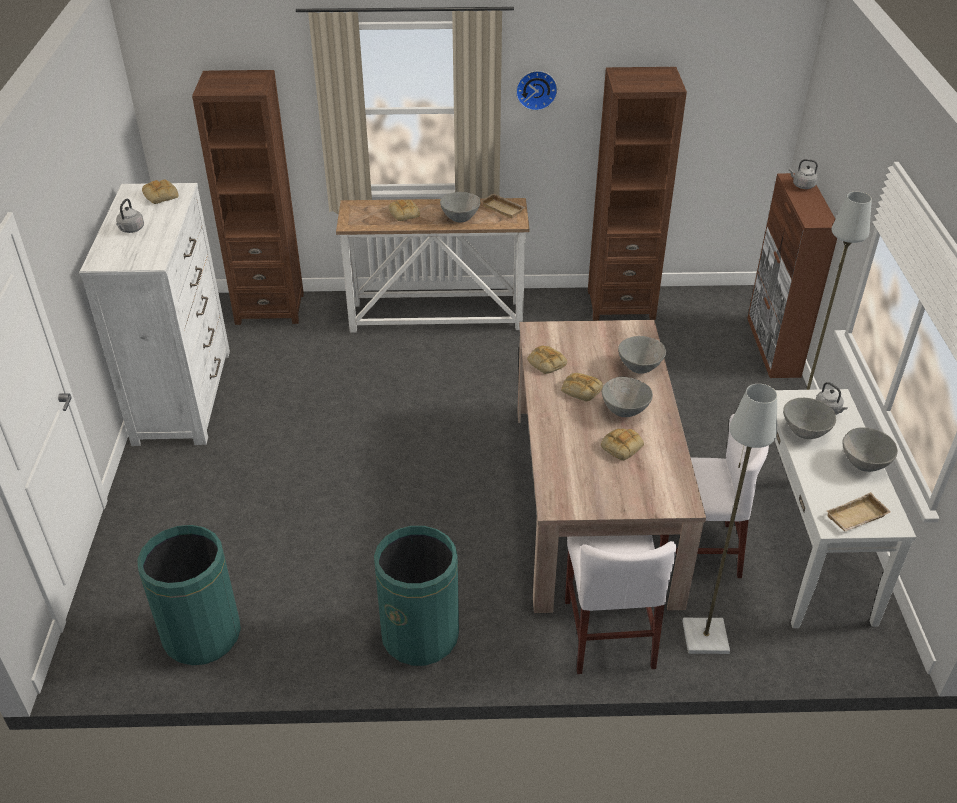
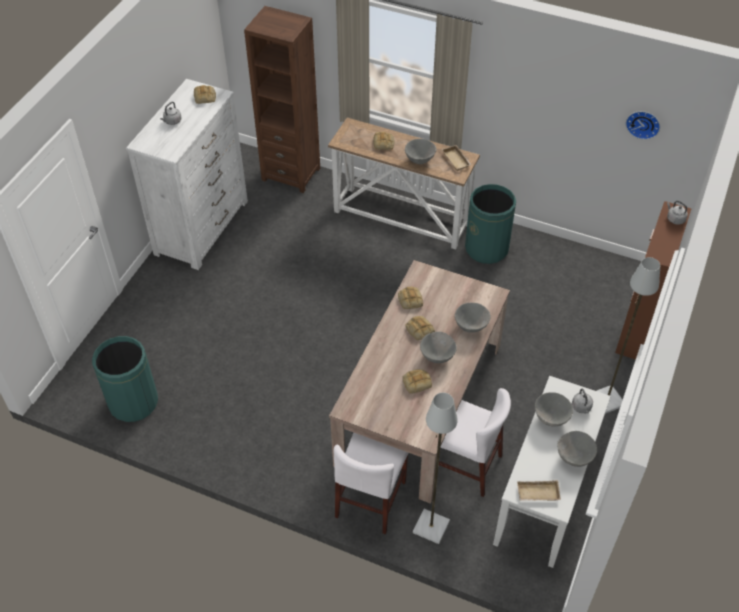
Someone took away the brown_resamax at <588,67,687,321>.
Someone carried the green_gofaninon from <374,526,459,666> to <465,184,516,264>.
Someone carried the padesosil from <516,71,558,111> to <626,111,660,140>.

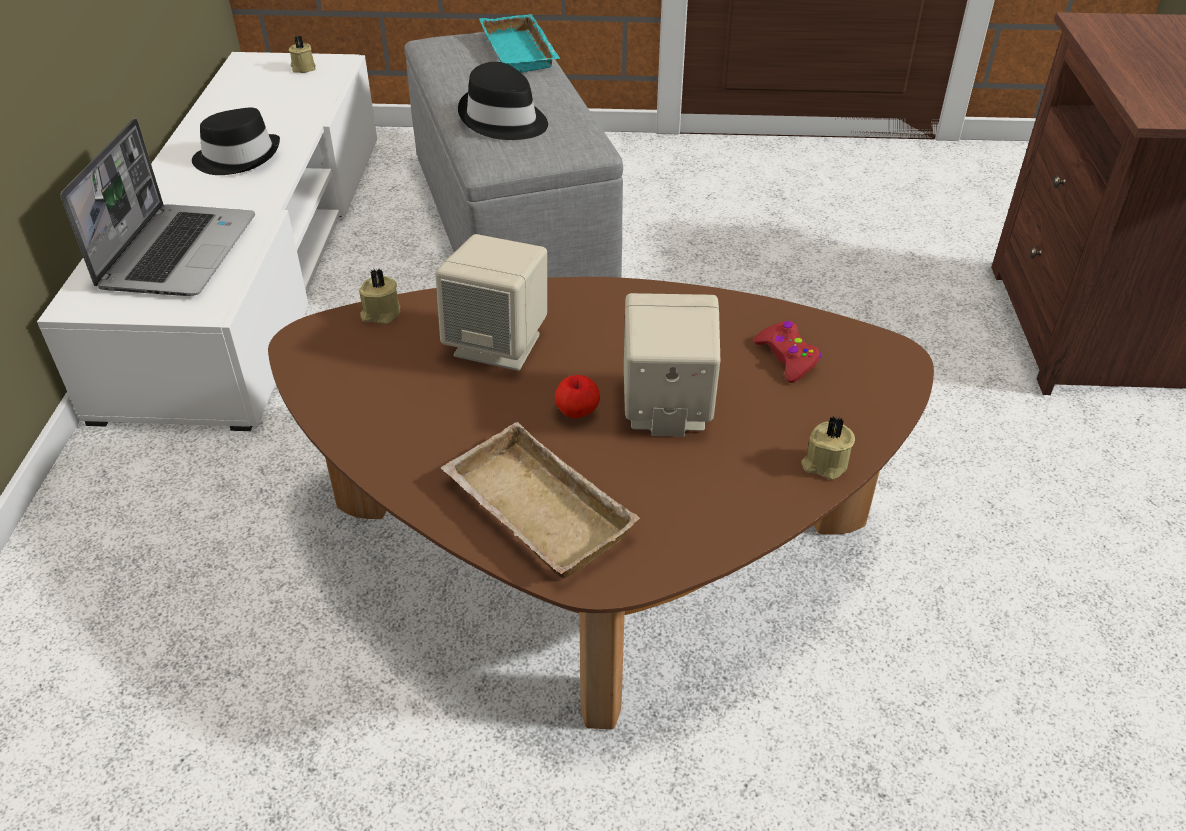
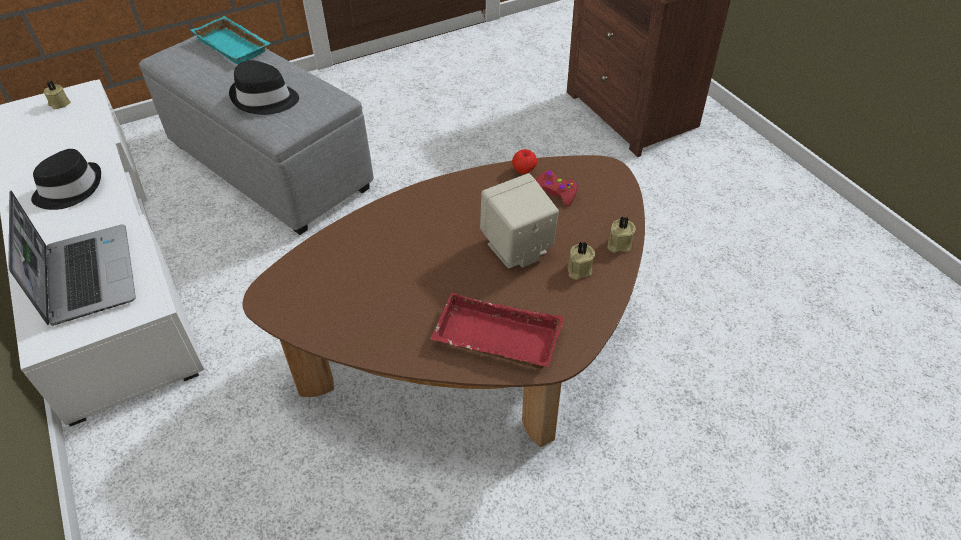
Someone took away the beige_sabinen at <435,234,547,371>.
Someone carried the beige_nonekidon from <359,268,400,324> to <568,242,595,280>.
Someone carried the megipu from <555,375,600,418> to <512,149,537,174>.
Someone repainted the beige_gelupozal at <441,422,640,578>, which became the red_gelupozal at <430,293,563,369>.

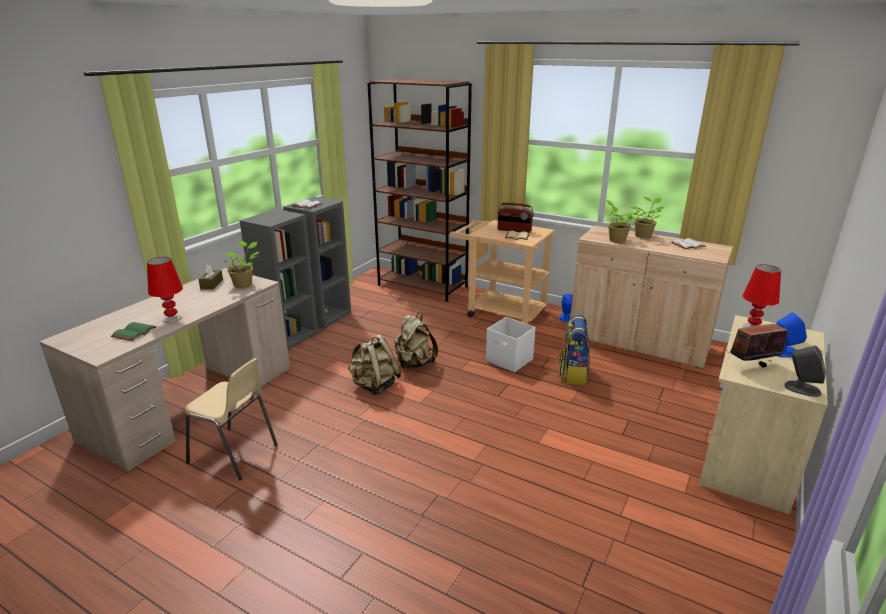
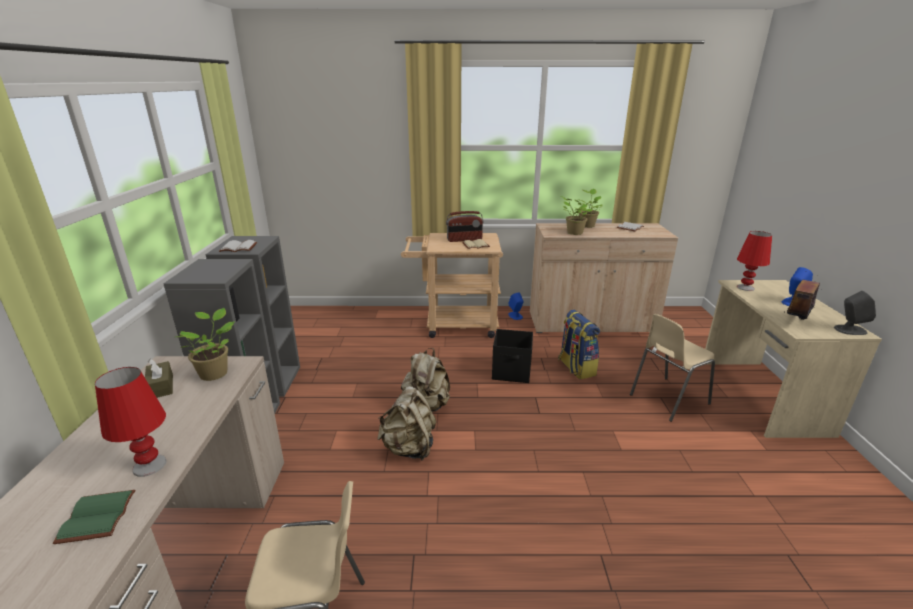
Someone took away the brown_resamax at <367,79,472,302>.
Someone put down the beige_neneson at <630,314,715,422>.
Someone repainted the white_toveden at <486,317,536,372>, which became the black_toveden at <492,329,533,383>.

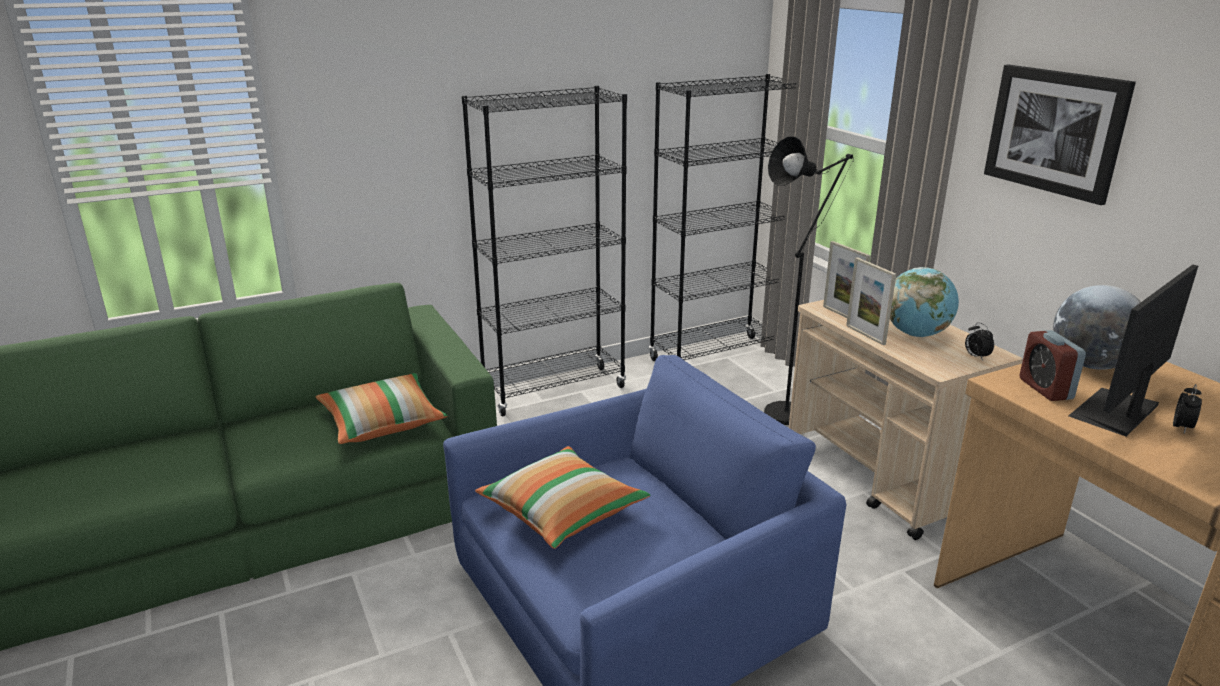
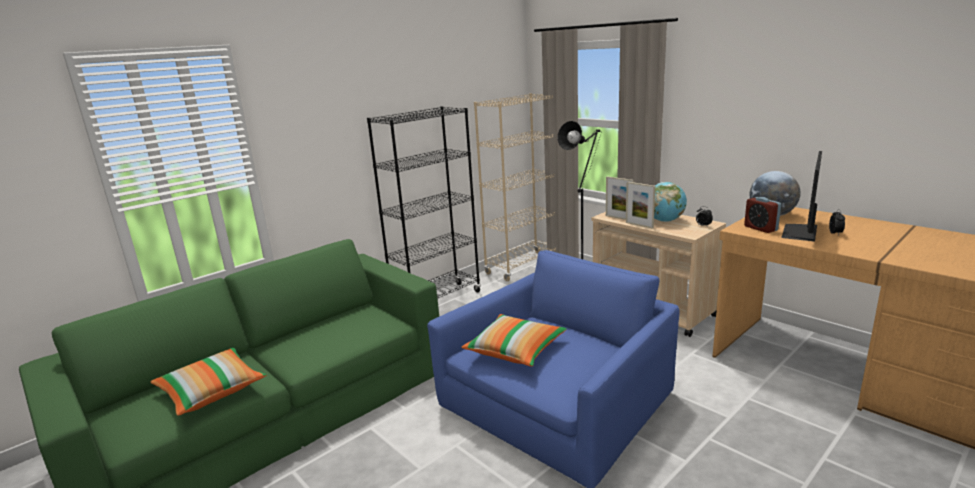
Someone took away the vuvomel at <984,64,1136,205>.
Someone carried the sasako from <316,373,448,444> to <150,348,266,416>.
Someone repainted the black_resamax at <649,74,796,361>, which became the beige_resamax at <474,93,556,281>.

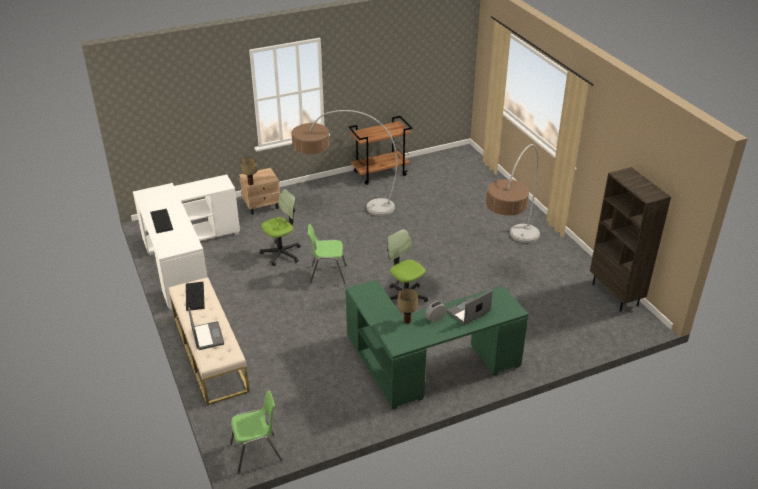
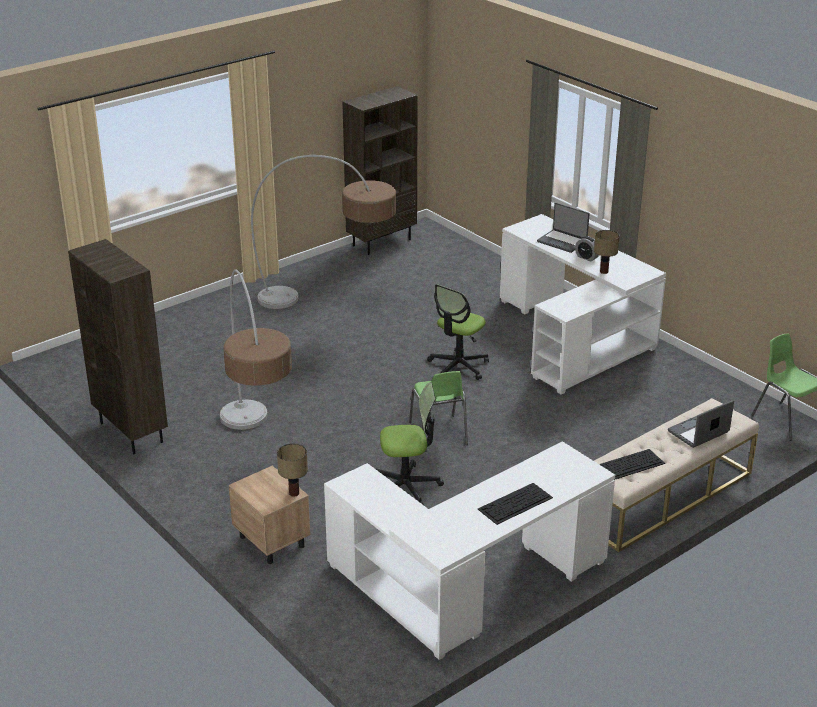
Someone swapped the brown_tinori at <348,116,412,185> for the brown_resamax at <68,239,168,454>.
Someone repainted the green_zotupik at <346,280,528,410>, which became the white_zotupik at <500,214,666,395>.
Someone rotated the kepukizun at <260,189,301,266> by 135 degrees clockwise.

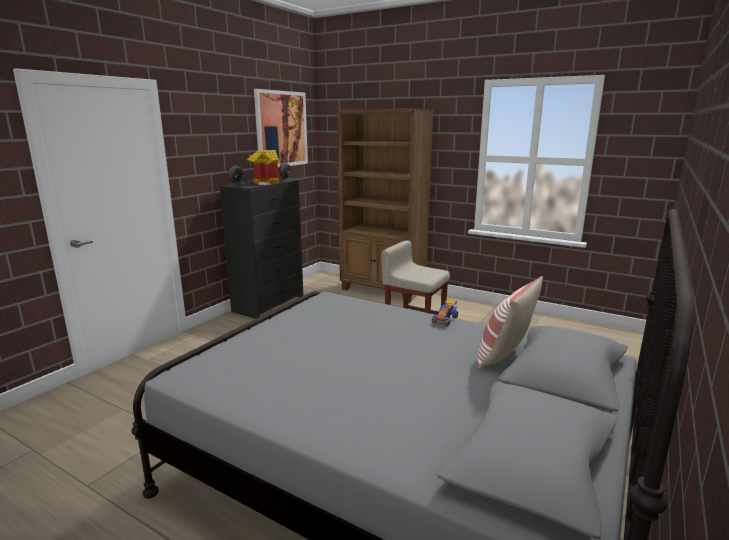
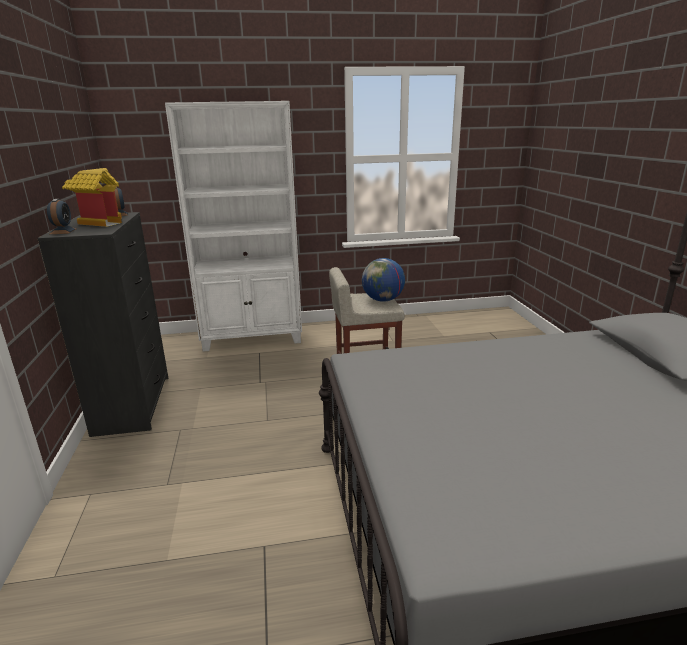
Someone took away the vuvomel at <254,89,308,167>.
Someone took away the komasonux at <432,299,458,326>.
Someone took away the sasako at <477,276,543,369>.
Someone put down the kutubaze at <362,258,405,302>.
Someone repainted the brown_resamax at <337,109,434,304>, which became the white_resamax at <165,101,302,352>.

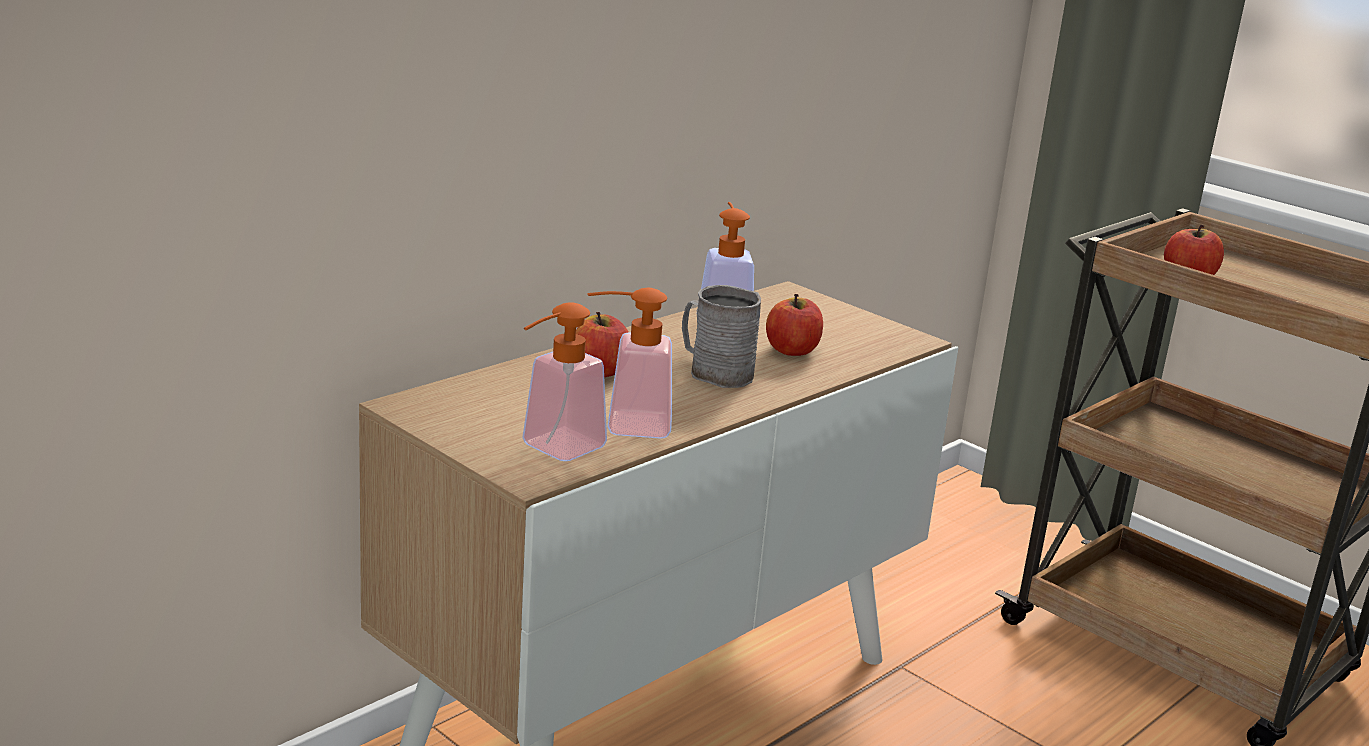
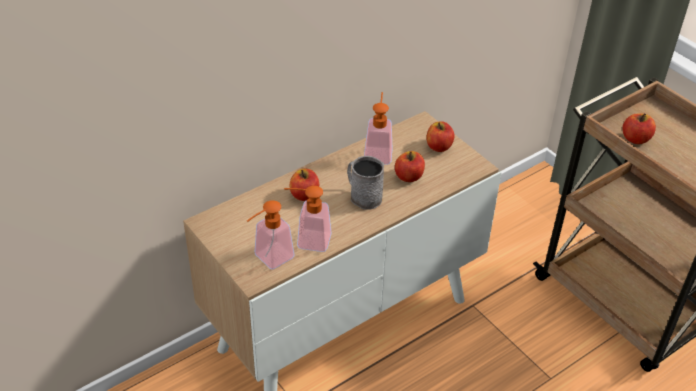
Someone put down the megipu at <426,121,455,152>.

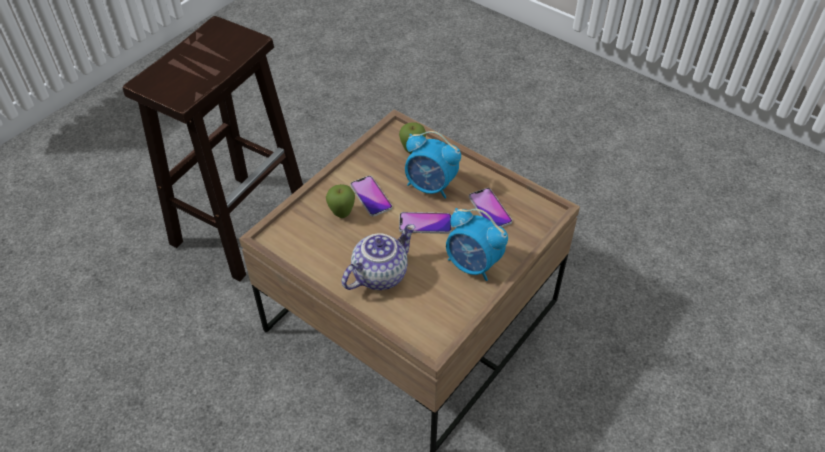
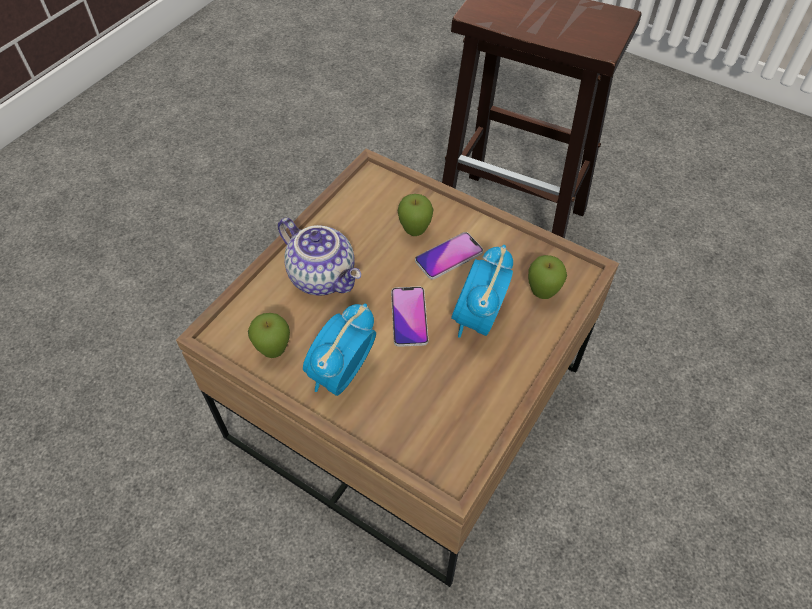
Someone took away the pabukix at <469,188,512,227>.
Someone put down the megipu at <248,313,290,358>.

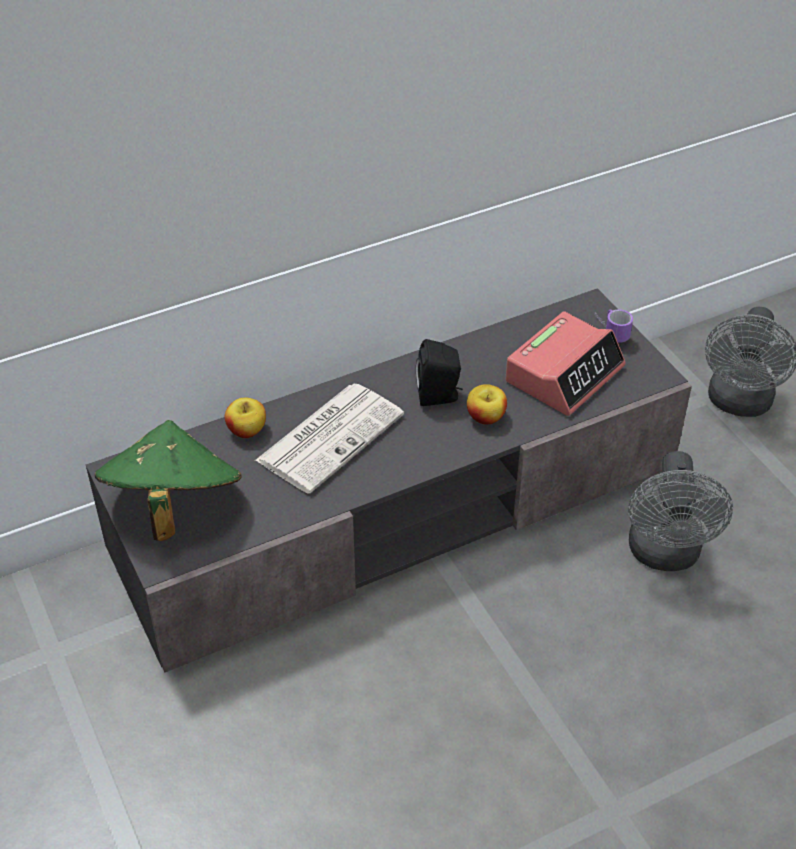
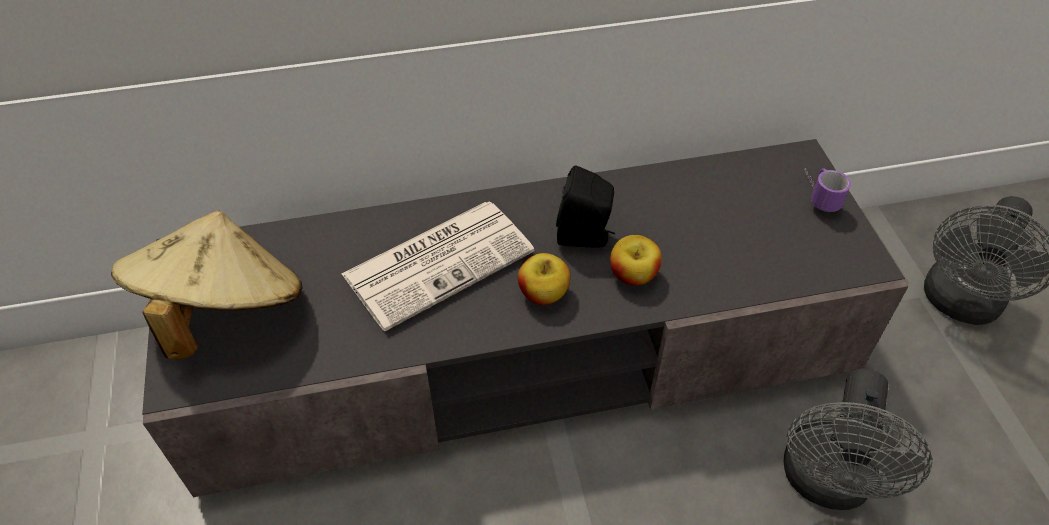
Someone took away the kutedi at <505,311,626,416>.
Someone carried the megipu from <225,398,266,438> to <518,253,570,305>.
Someone repainted the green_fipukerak at <95,420,242,541>, which became the beige_fipukerak at <111,210,302,360>.

